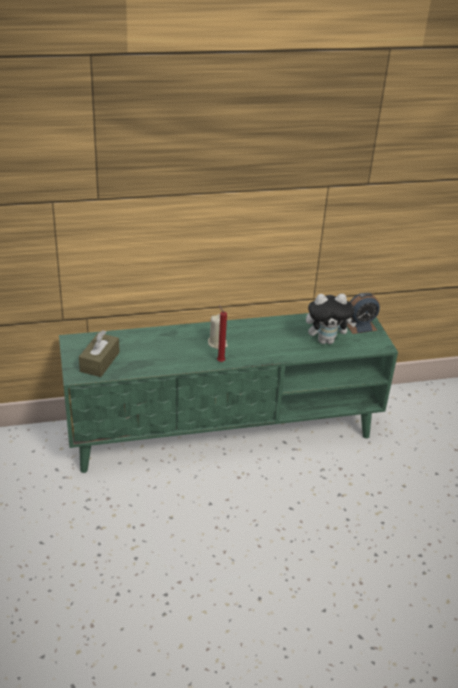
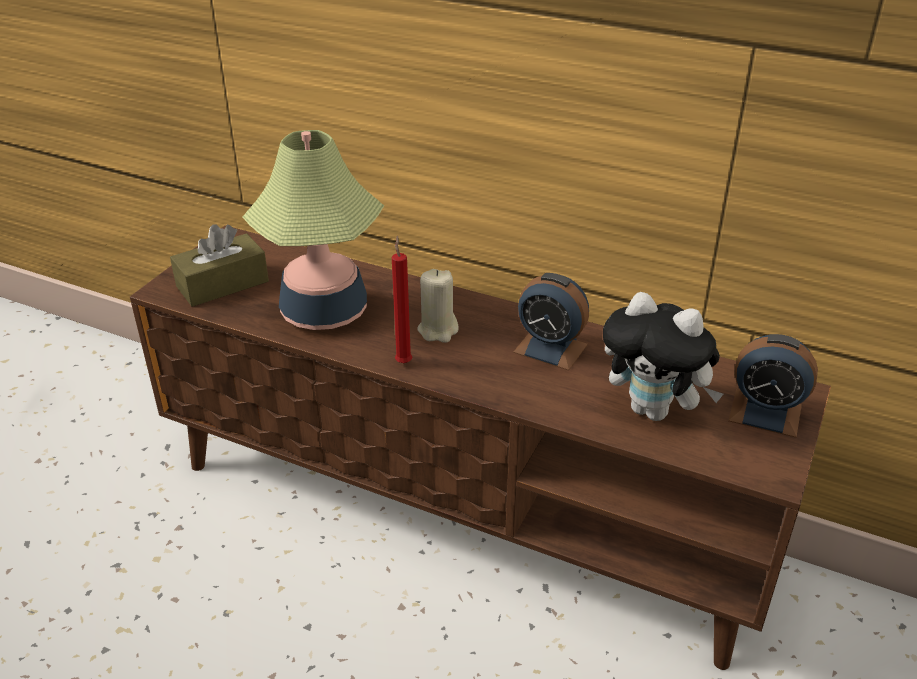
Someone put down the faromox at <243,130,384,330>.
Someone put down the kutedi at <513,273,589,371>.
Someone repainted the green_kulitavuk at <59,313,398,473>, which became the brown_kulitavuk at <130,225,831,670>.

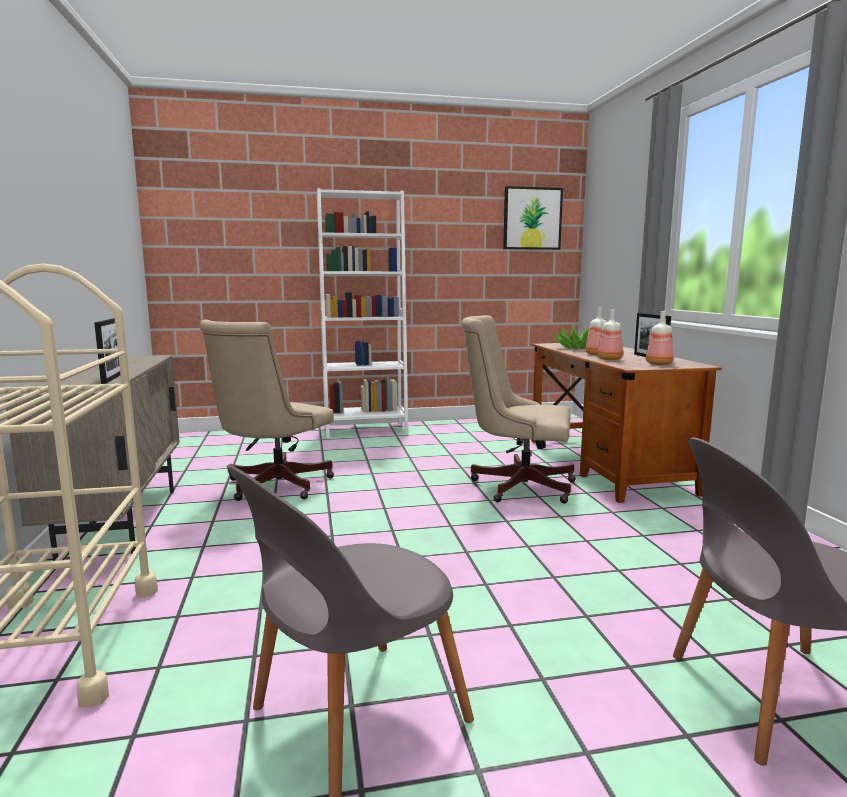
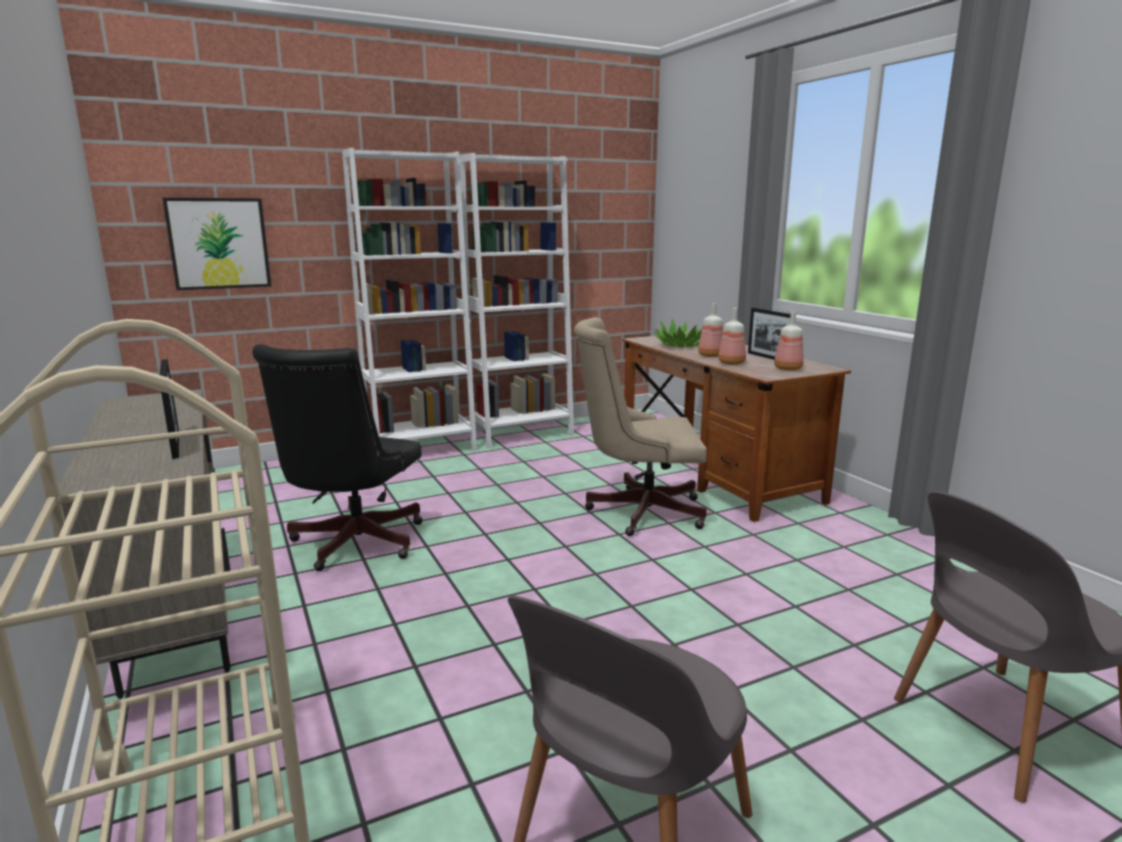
Someone put down the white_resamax at <459,153,574,448>.
Someone carried the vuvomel from <503,186,563,250> to <163,198,271,290>.
Someone repainted the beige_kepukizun at <199,320,334,501>, which became the black_kepukizun at <252,344,423,571>.

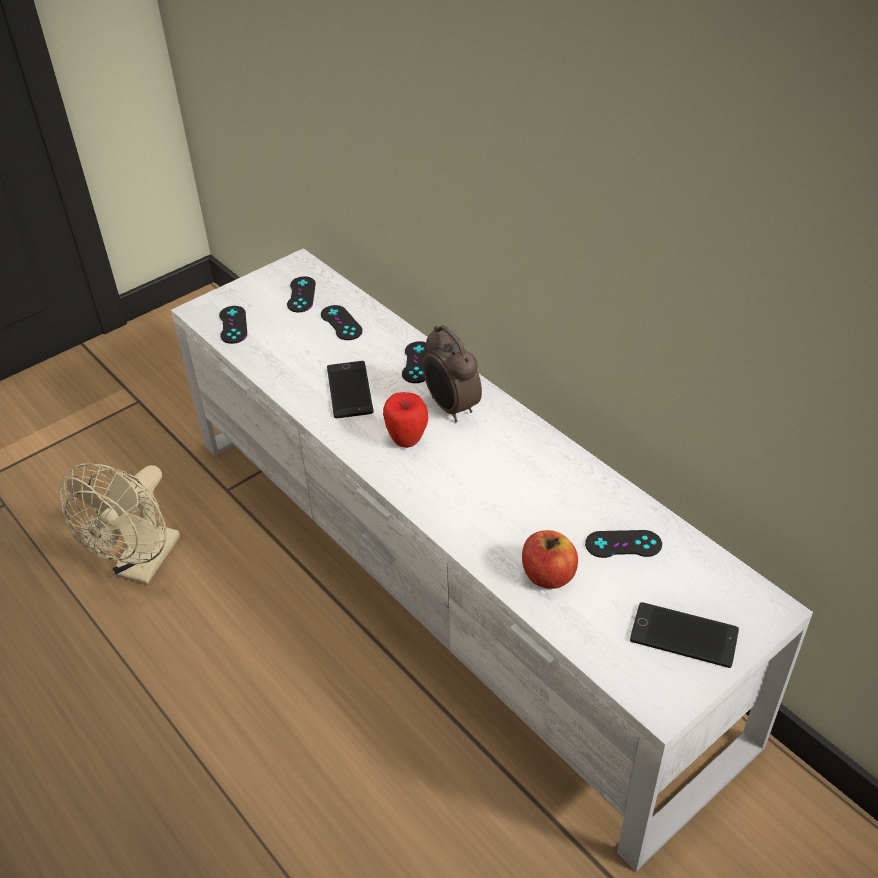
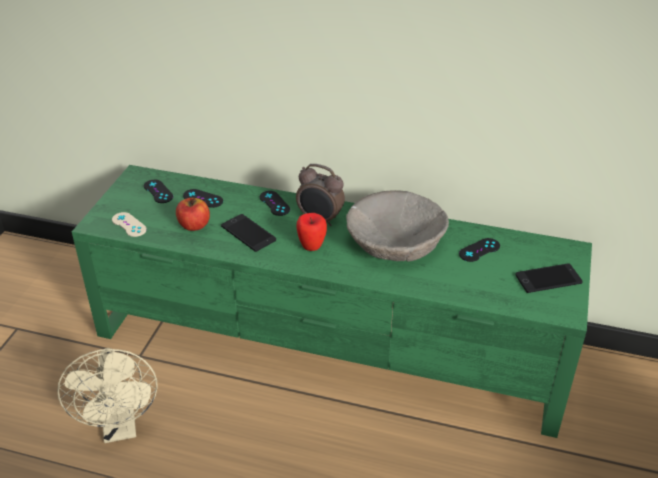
Someone put down the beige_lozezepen at <346,190,449,262>.
Someone carried the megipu from <522,530,578,589> to <176,198,210,231>.
Someone repainted the white_kulitavuk at <171,248,813,871>, which became the green_kulitavuk at <72,165,592,438>.
Someone repainted the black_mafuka at <219,306,247,344>, which became the beige_mafuka at <112,212,147,237>.

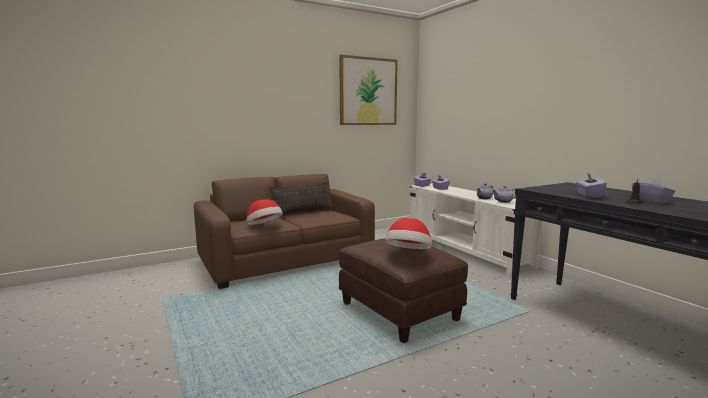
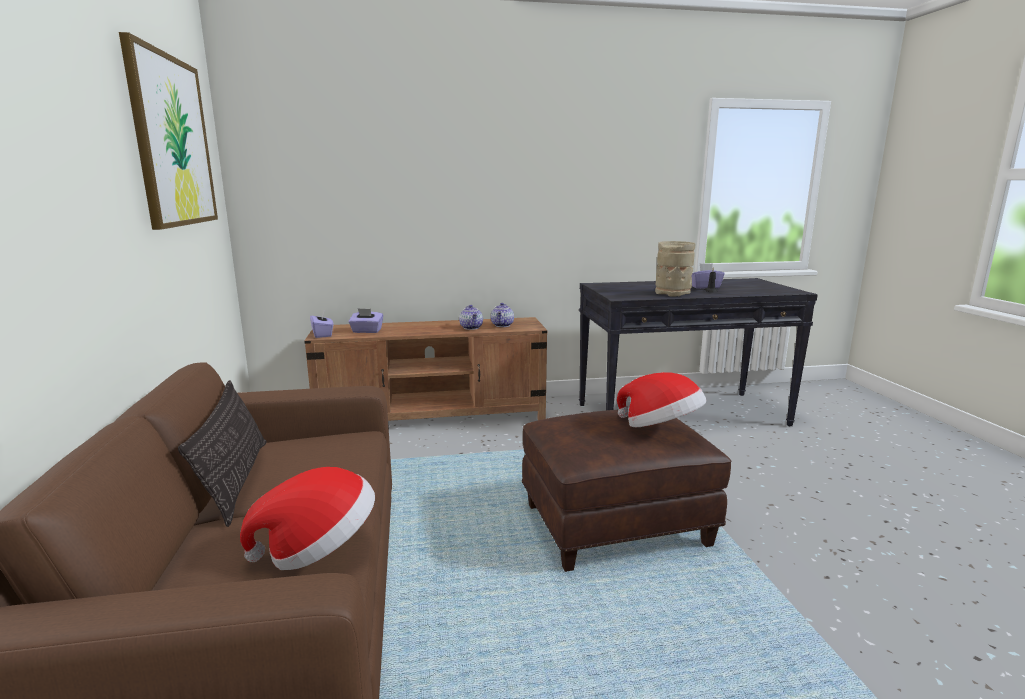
Someone swapped the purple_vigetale at <576,173,607,198> for the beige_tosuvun at <655,241,695,296>.
Someone repainted the white_kulitavuk at <410,184,543,277>, which became the brown_kulitavuk at <304,317,547,421>.

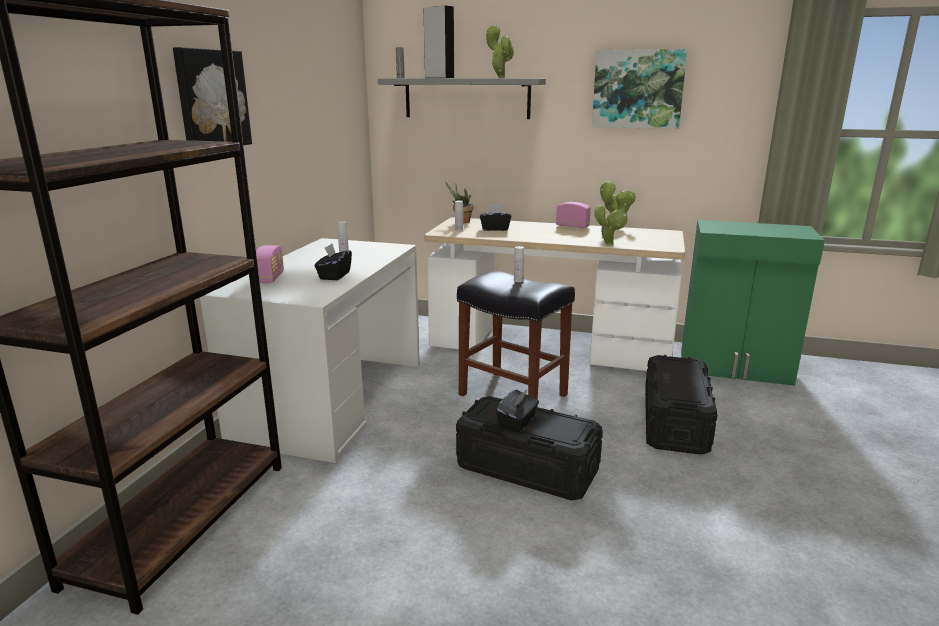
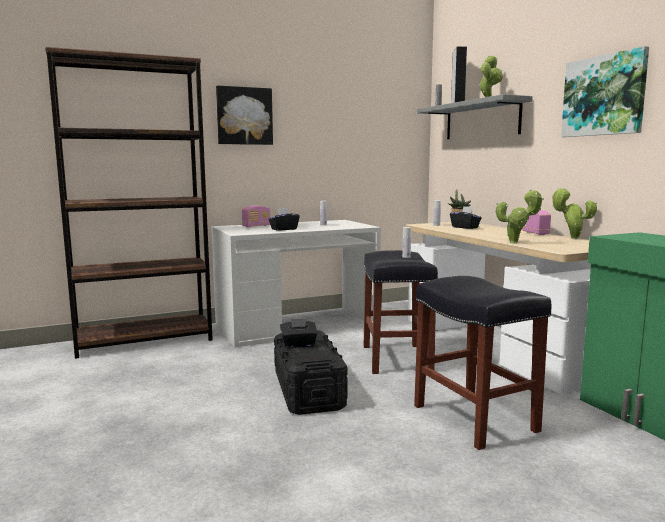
Someone swapped the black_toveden at <645,355,718,455> for the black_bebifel at <414,276,552,450>.

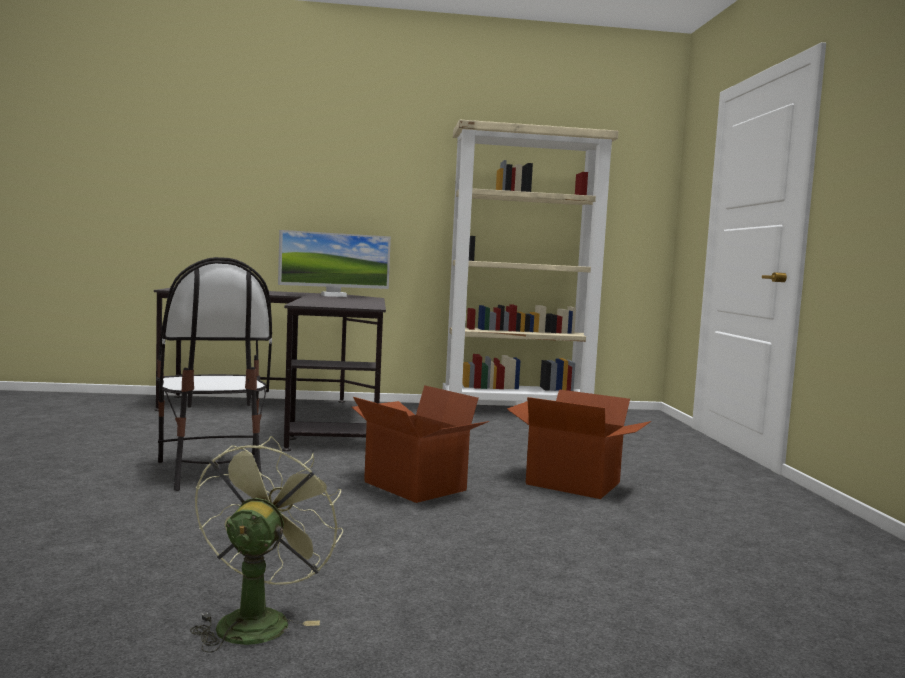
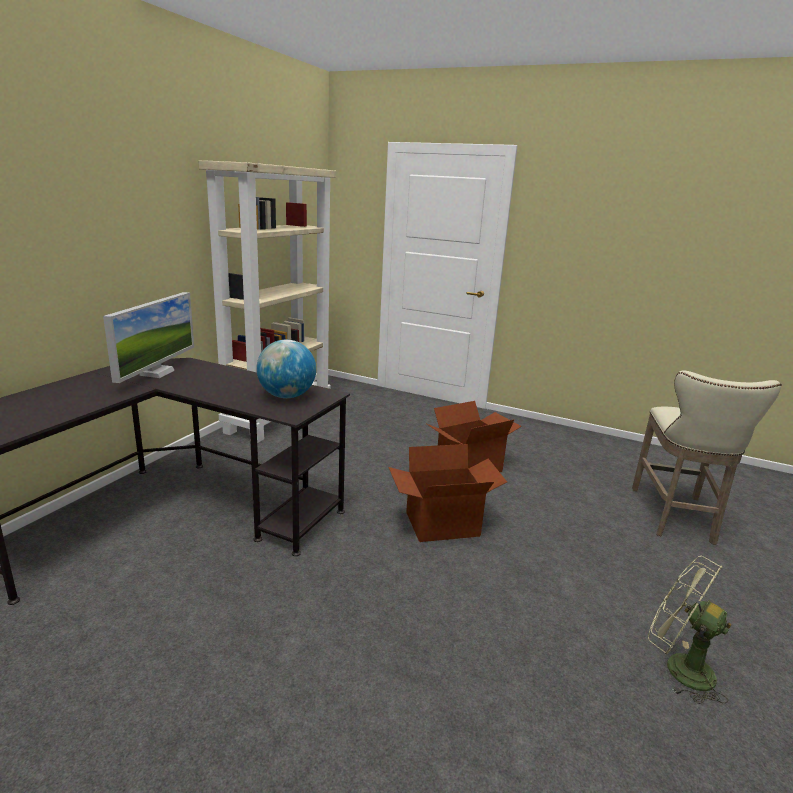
Someone took away the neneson at <156,257,272,491>.
Someone put down the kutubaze at <256,340,316,398>.
Someone put down the beige_bebifel at <632,370,782,545>.

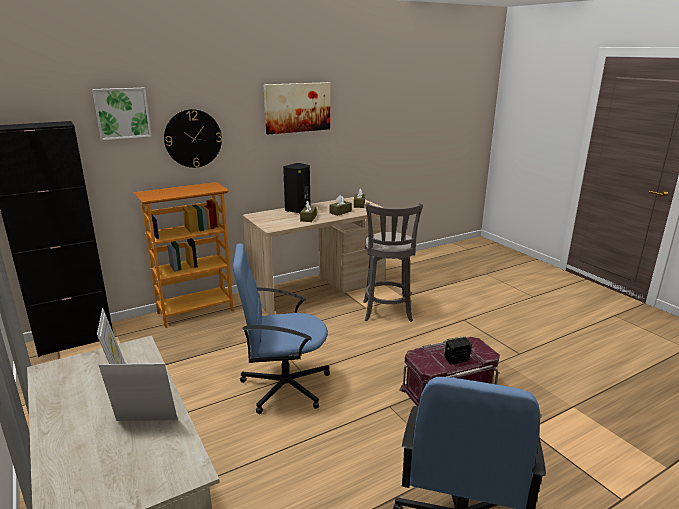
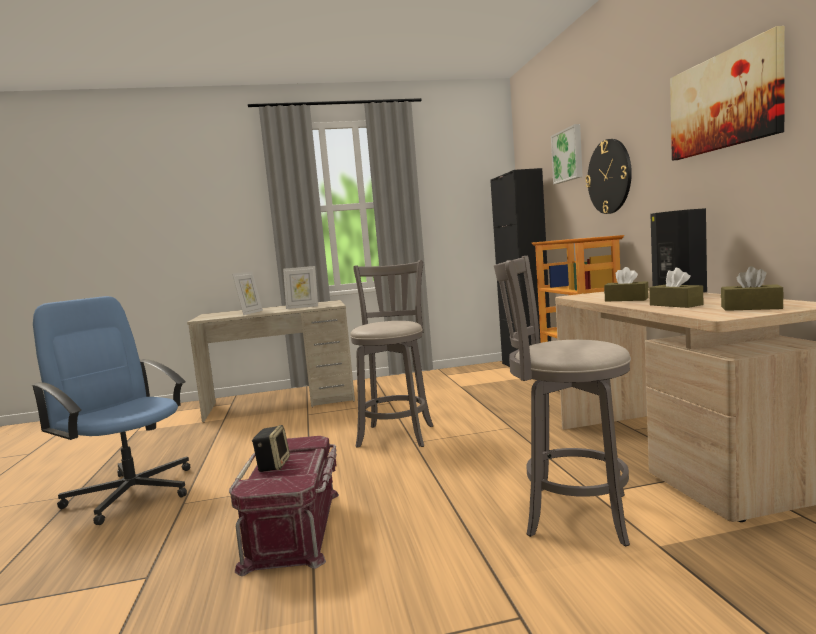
Someone swapped the blue_kepukizun at <233,244,330,414> for the grey_bebifel at <350,260,433,448>.

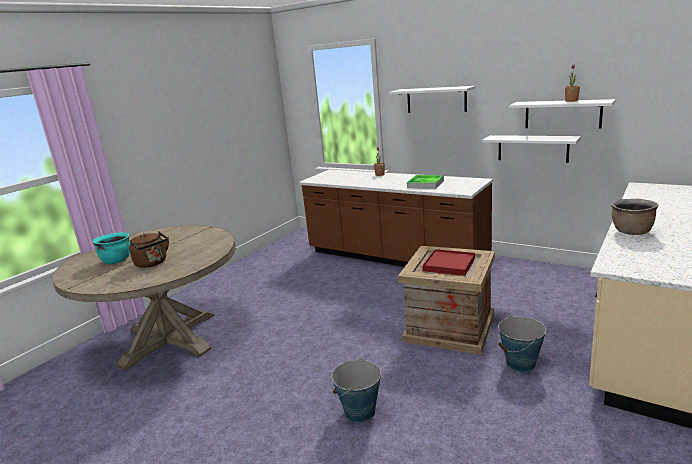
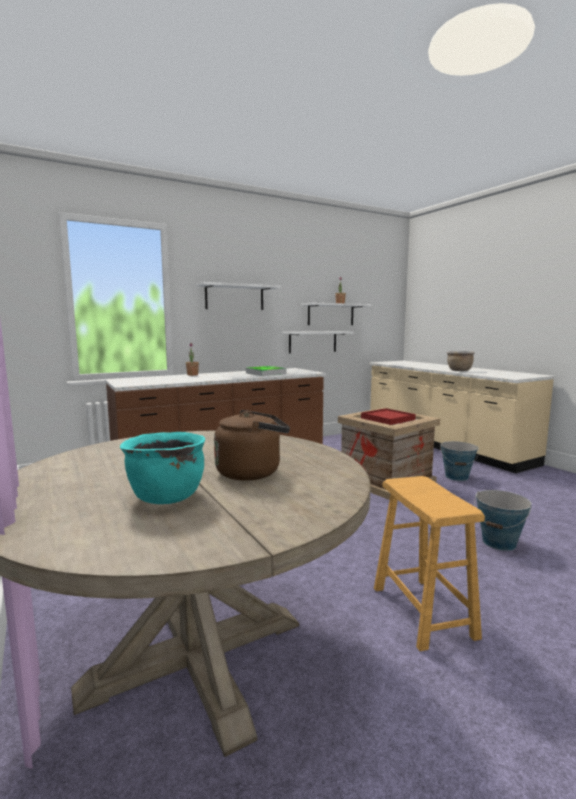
Someone put down the brown_bebifel at <374,476,485,651>.

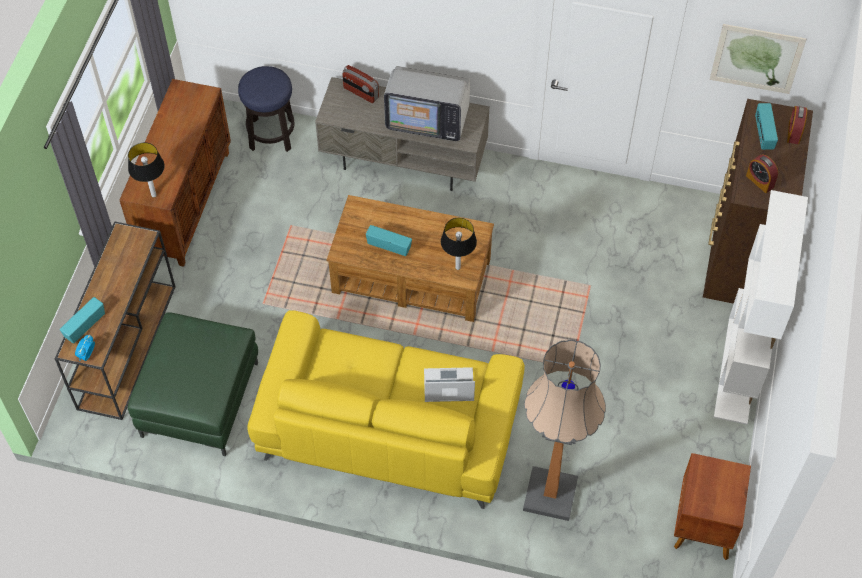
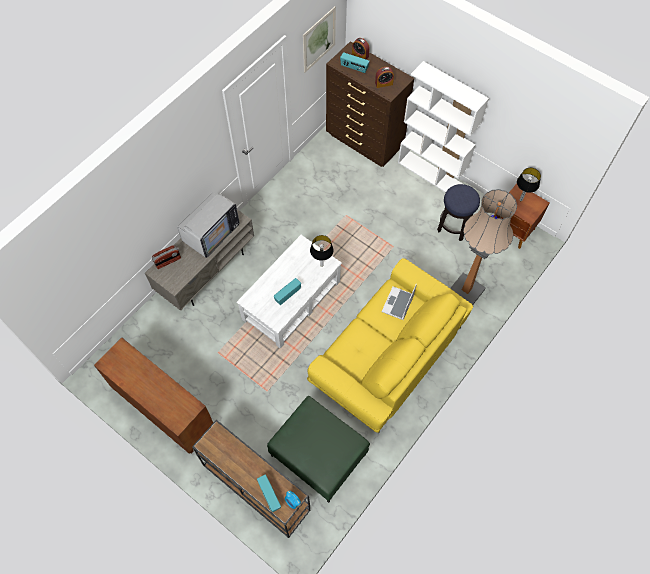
Someone carried the faromox from <128,142,165,198> to <517,168,541,201>.
Someone carried the bebifel from <238,66,295,152> to <437,184,480,241>.
Someone repainted the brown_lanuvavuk at <327,195,494,322>, which became the white_lanuvavuk at <236,235,342,349>.

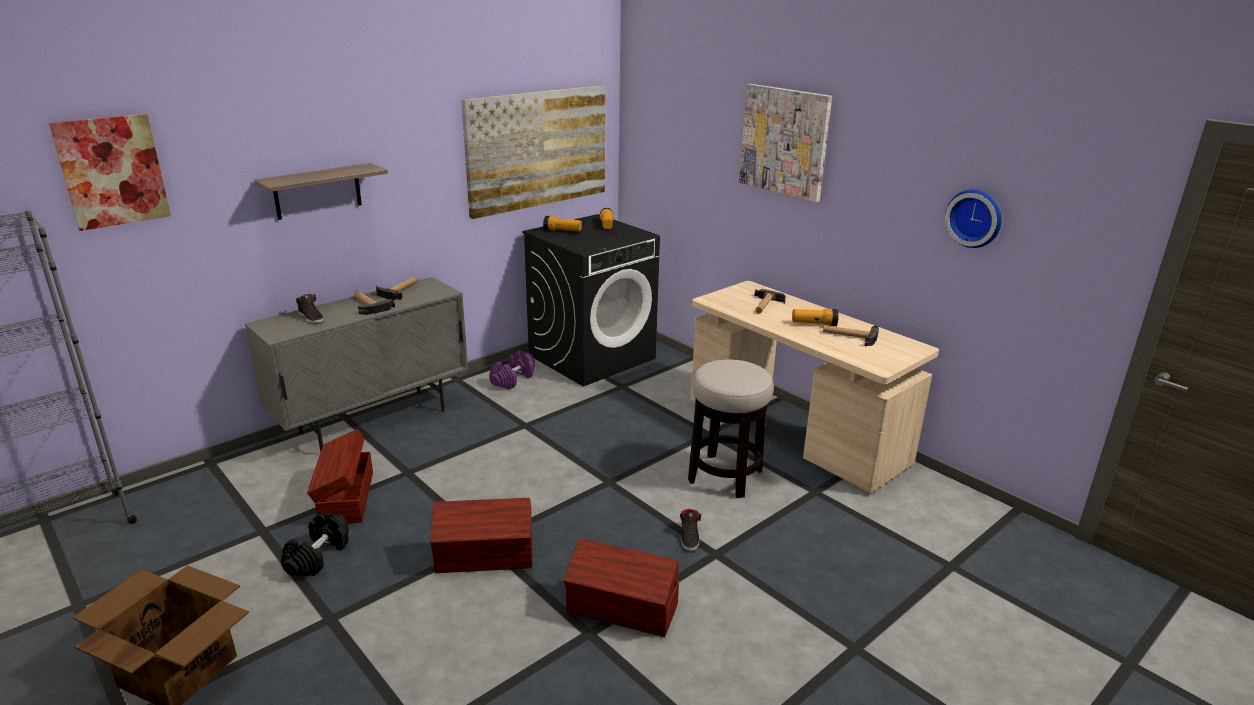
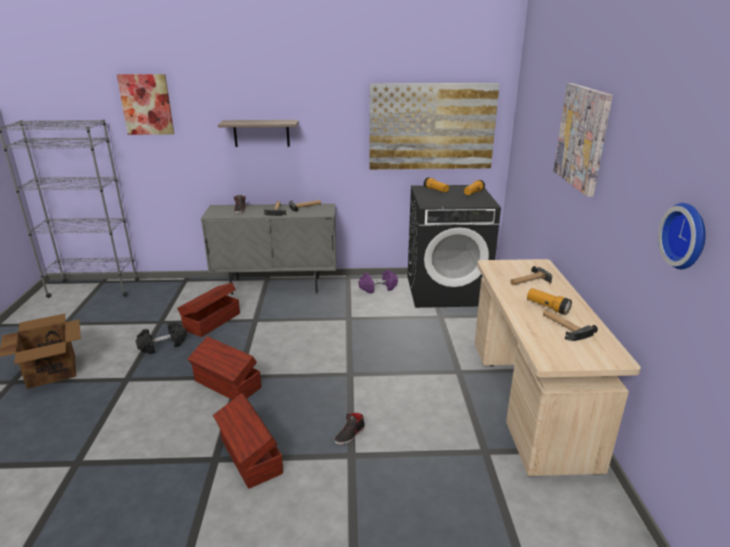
Someone took away the bebifel at <688,359,774,498>.

